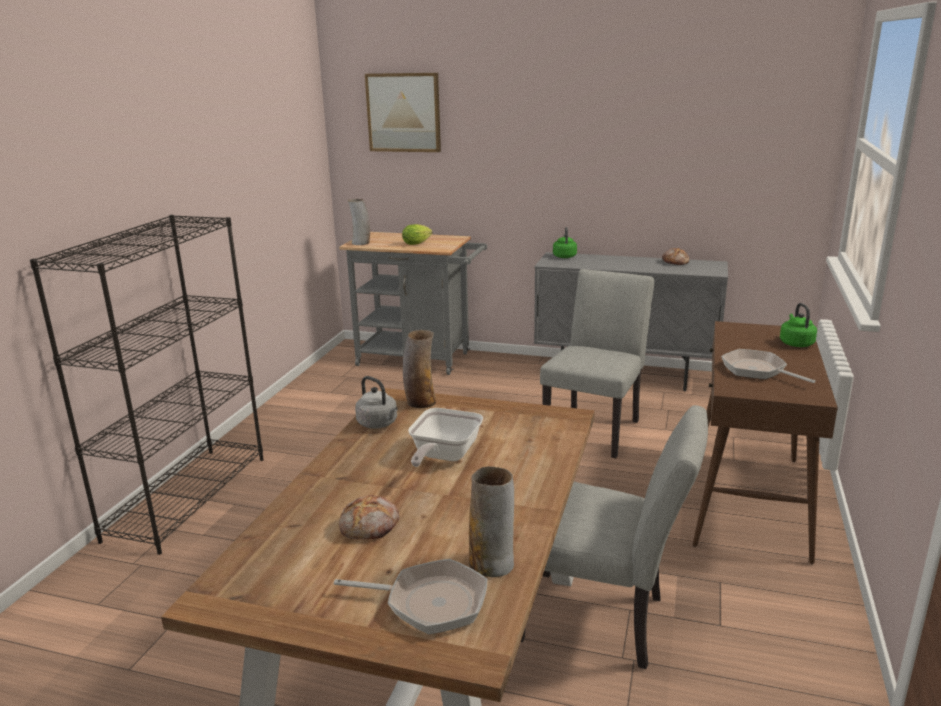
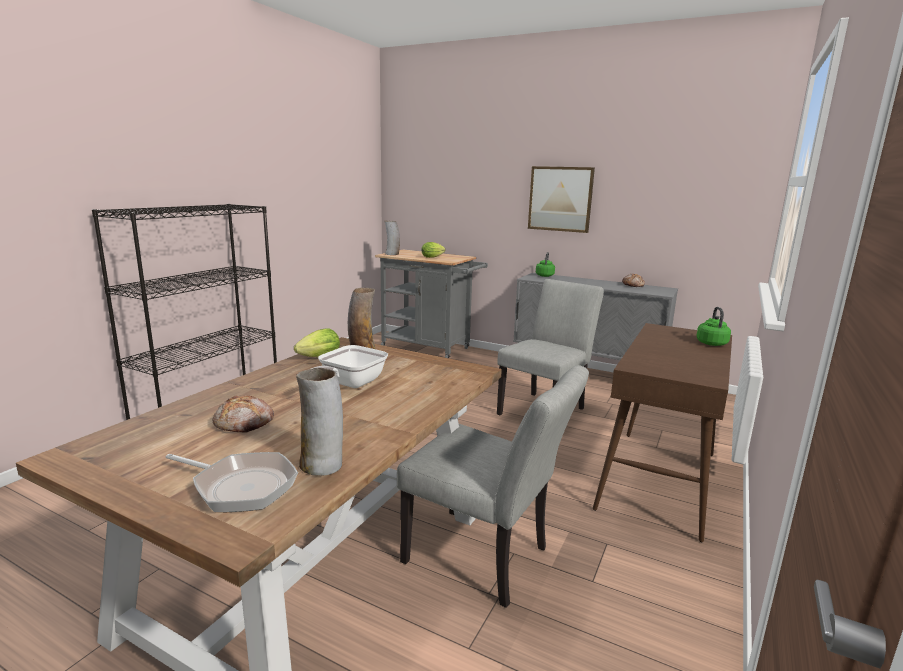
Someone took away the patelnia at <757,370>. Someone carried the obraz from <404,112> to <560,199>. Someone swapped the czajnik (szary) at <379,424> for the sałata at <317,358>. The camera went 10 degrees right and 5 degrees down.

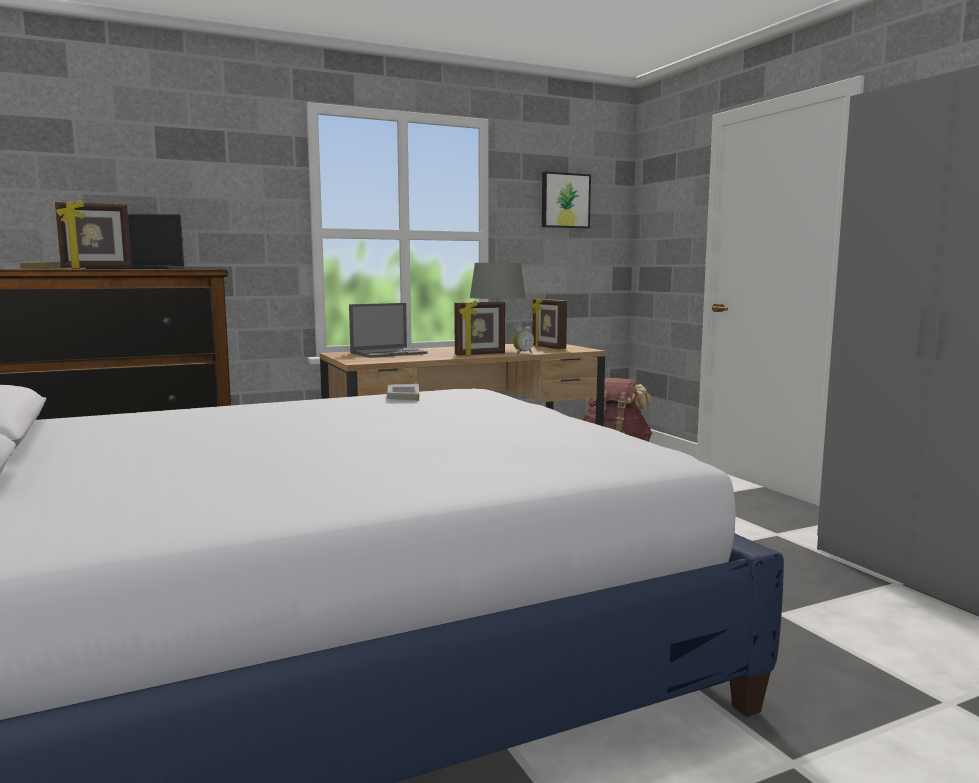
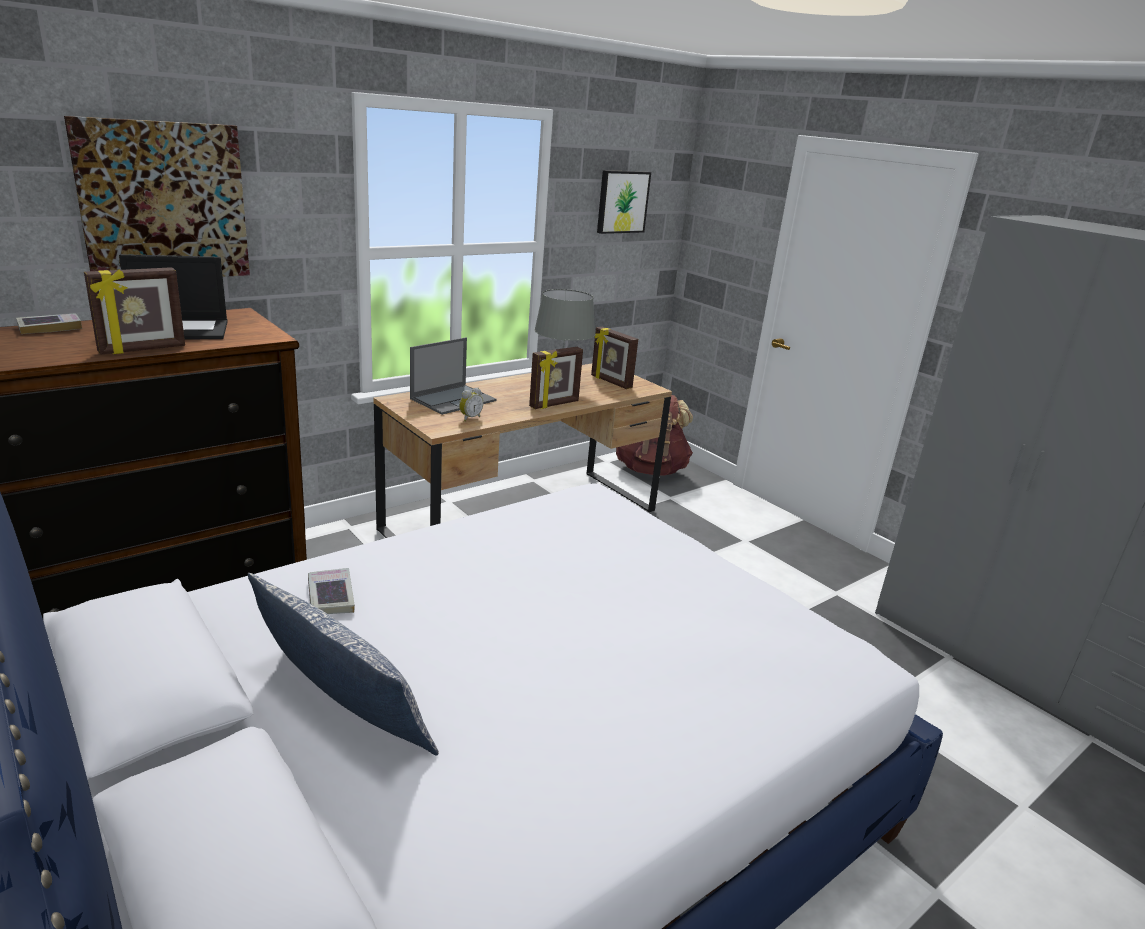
Someone put up the obraz at <164,202>. Someone put down the poduszka at <342,701>. Someone carried the książka from <403,397> to <330,596>. Someone carried the budzik from <522,353> to <469,418>. The camera went 15 degrees left and 15 degrees up.

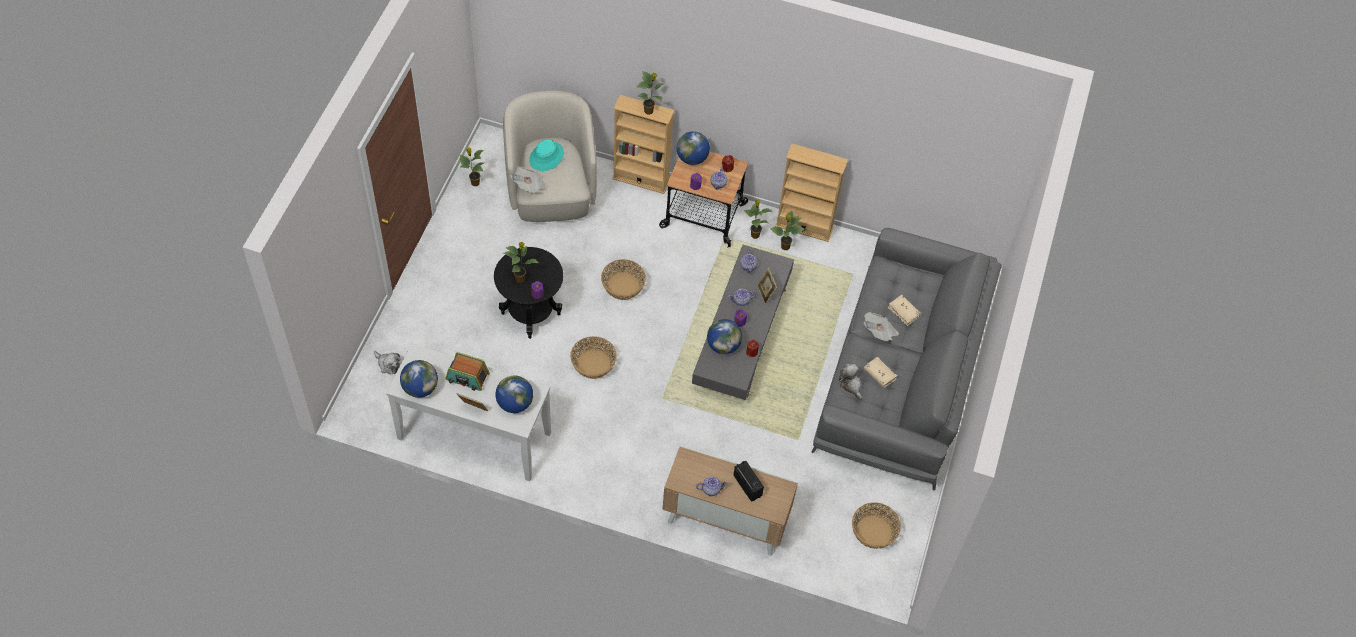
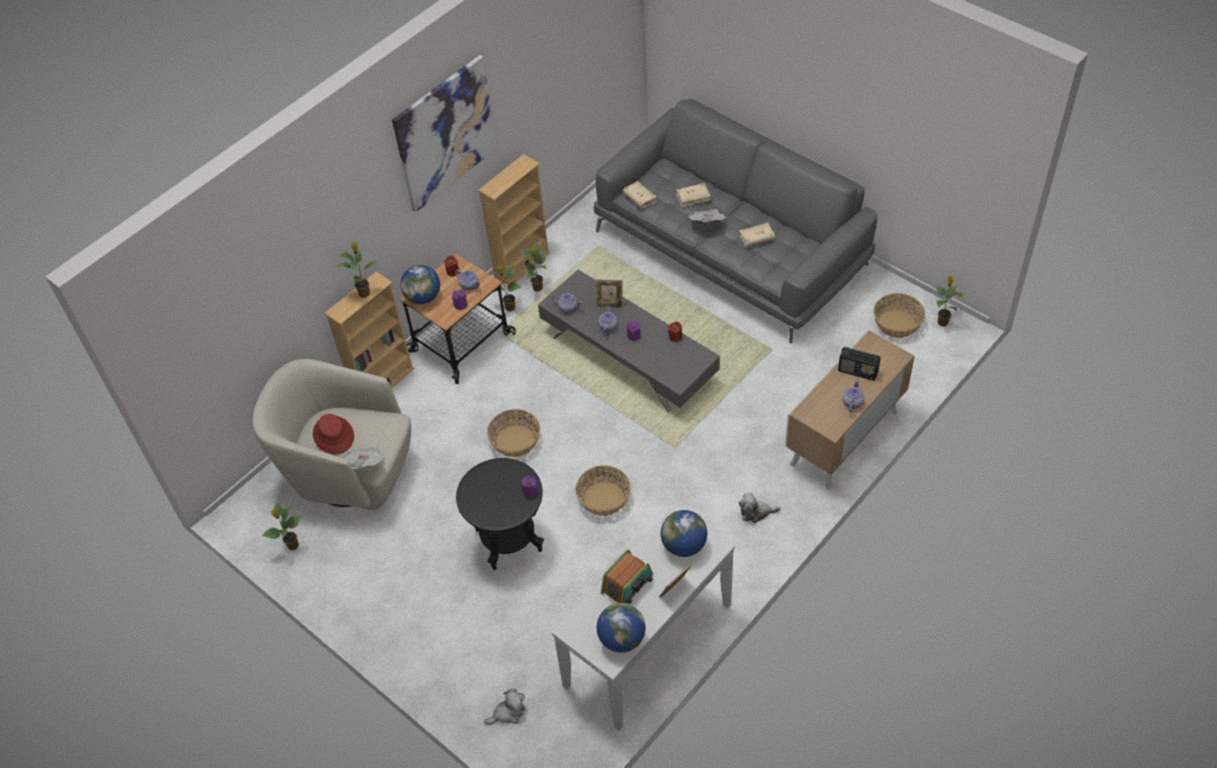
Someone took away the globus at <723,346>. Someone put up the obraz at <445,133>. Someone put down the książka (beżowy) at <639,198>. Someone carried the roślina doniczkowa from <521,278> to <942,322>. Someone carried the pluszak from <850,385> to <756,512>. Someone repainted the kapelusz (turkusowy) at <546,157>, which became the kapelusz (czerwony) at <333,435>. Someone rotated the radio at <747,485> by 150 degrees counterclockwise. The camera went 60 degrees left and 5 degrees down.

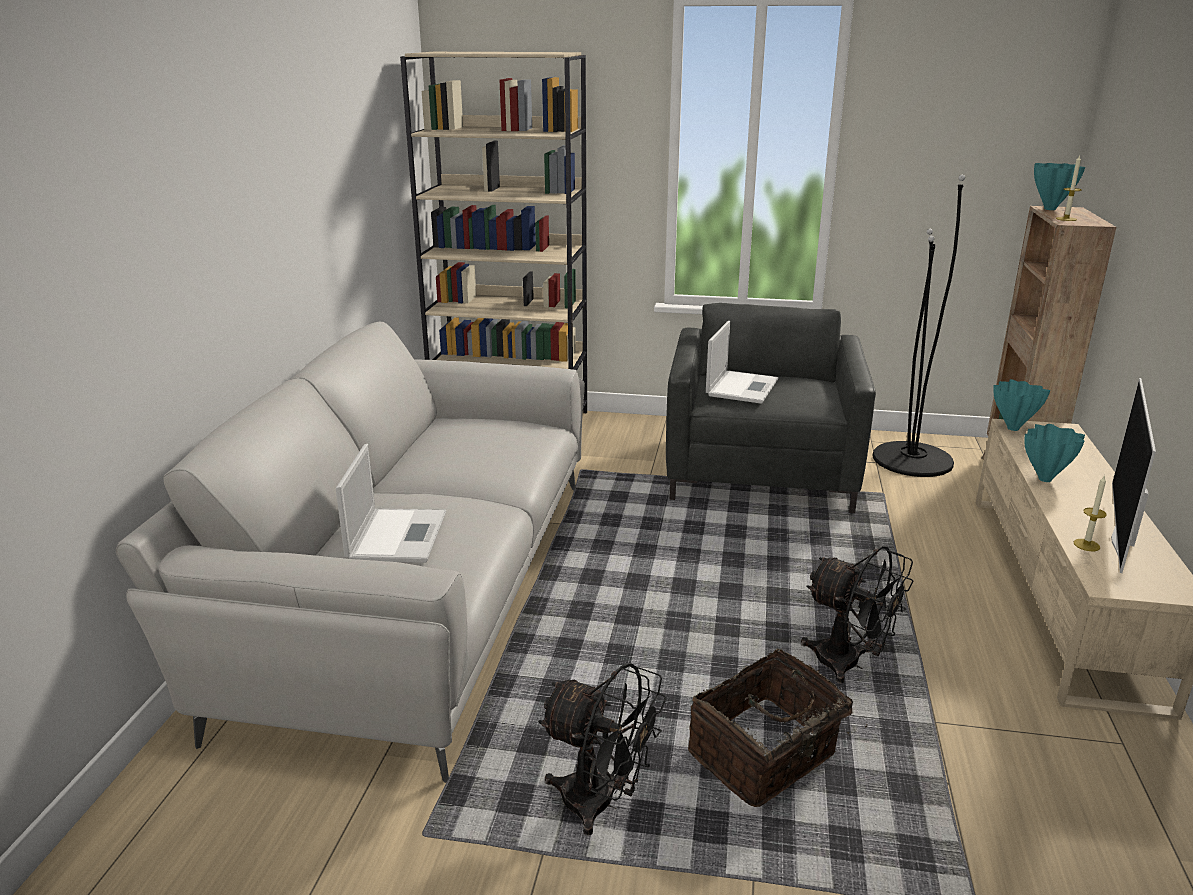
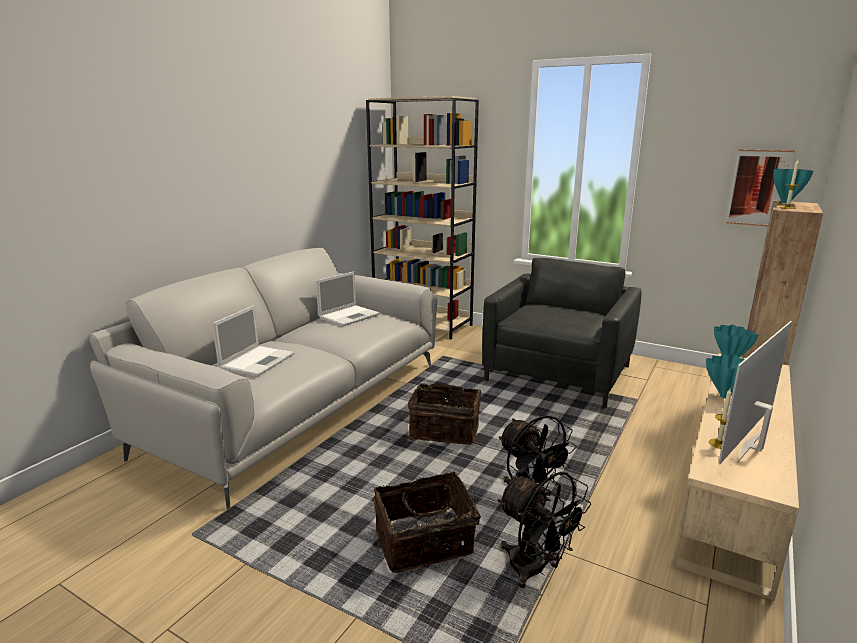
Someone took away the lampa stojąca (czarny) at <912,459>. Someone put down the koszyk at <445,430>. Someone put up the obraz at <758,188>. Someone carried the wentylator (czarny) from <601,804> to <535,570>. Someone carried the laptop from <742,387> to <350,315>. The camera went 20 degrees right and 5 degrees down.

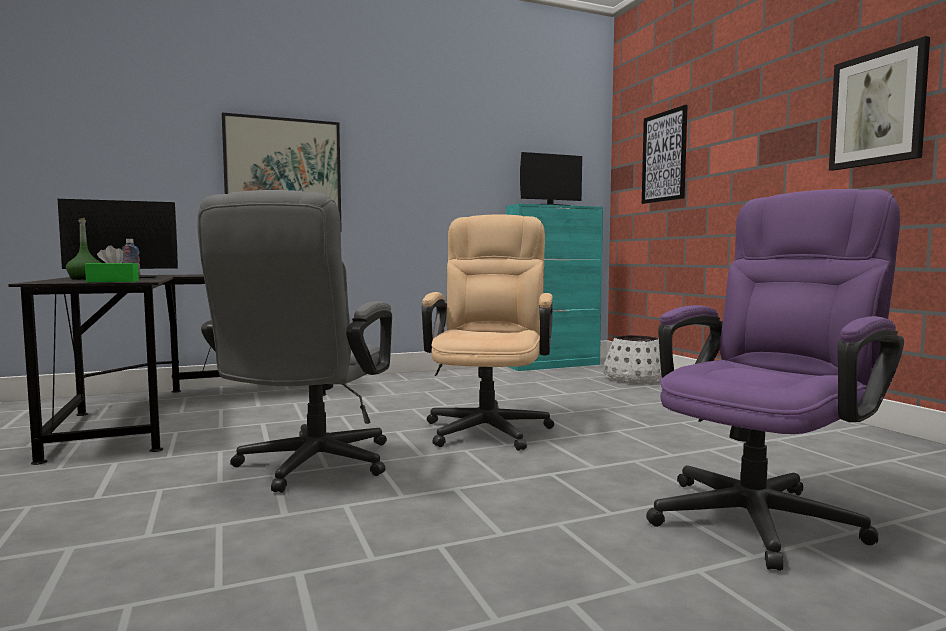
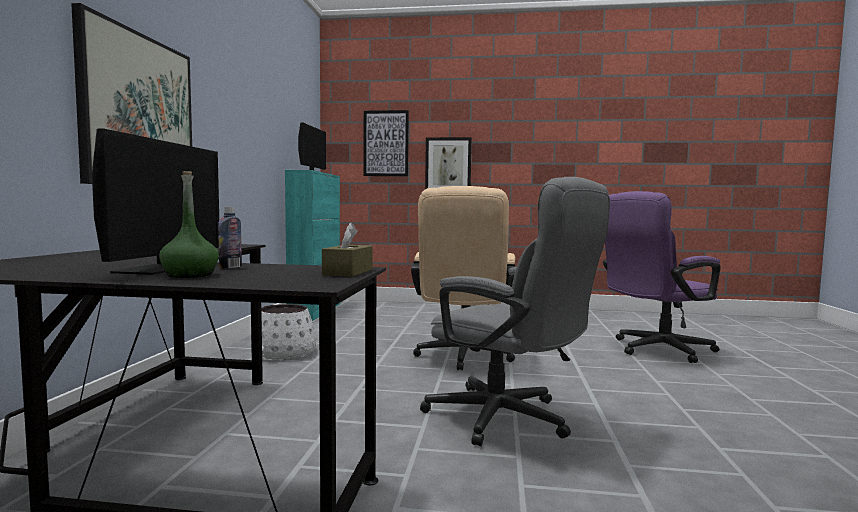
Someone carried the donica (biały) from <635,379> to <284,352>. Someone carried the obraz from <877,108> to <448,165>. Someone repainted the pudełko chusteczek (zielony) at <113,281>, which became the pudełko chusteczek (brązowy) at <348,272>. Someone rotated the krzesło biurowe (beżowy) at <489,427> by 120 degrees counterclockwise. Someone rotated the krzesło biurowe (fioletowy) at <763,513> by 105 degrees counterclockwise. The camera went 60 degrees left and 0 degrees up.

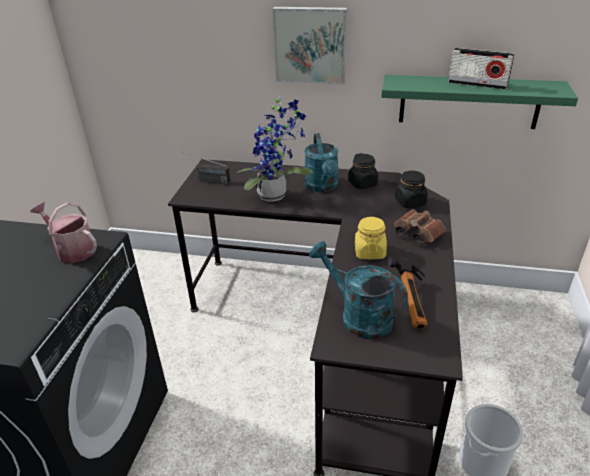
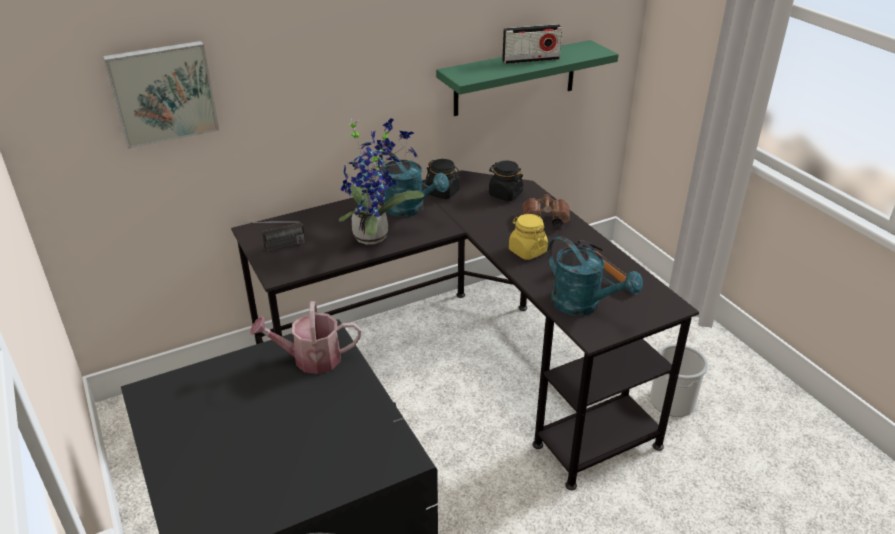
Someone carried the obraz from <310,45> to <163,93>. Someone rotated the konewka (turkusowy) at <358,316> by 135 degrees counterclockwise. The camera went 40 degrees left and 0 degrees up.

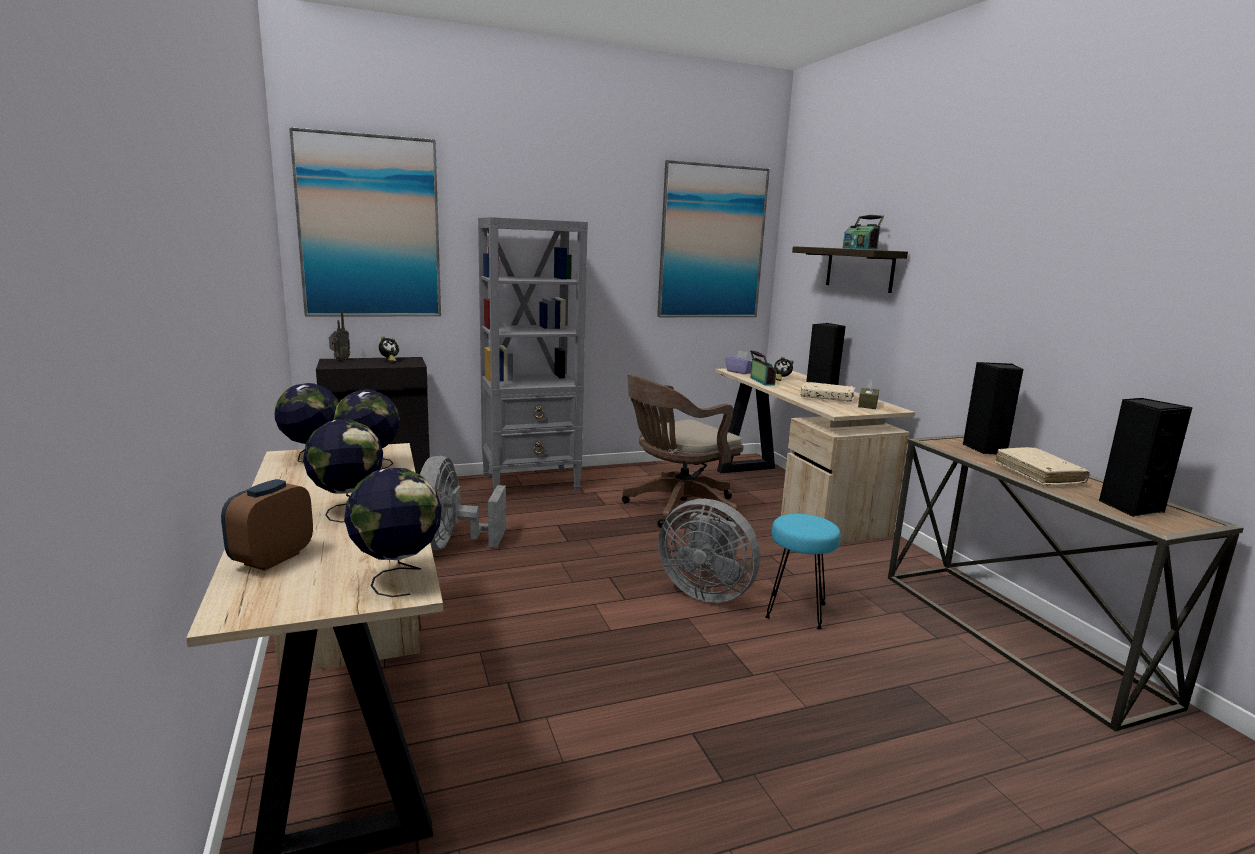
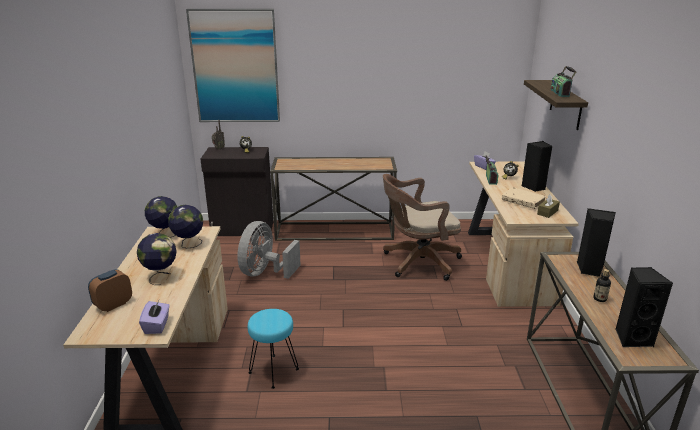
Someone took away the obraz at <712,242>. Someone took away the wentylator (szary) at <706,591>. Someone carried the stołek (turkusowy) from <796,611> to <274,371>. Someone swapped the globus at <397,578> for the pudełko chusteczek (fioletowy) at <157,325>. Someone swapped the regał (szary) at <531,484> for the stolik konsolowy at <335,231>. Someone swapped the książka (beżowy) at <1038,474> for the butelka at <599,299>. The camera went 20 degrees right and 10 degrees up.

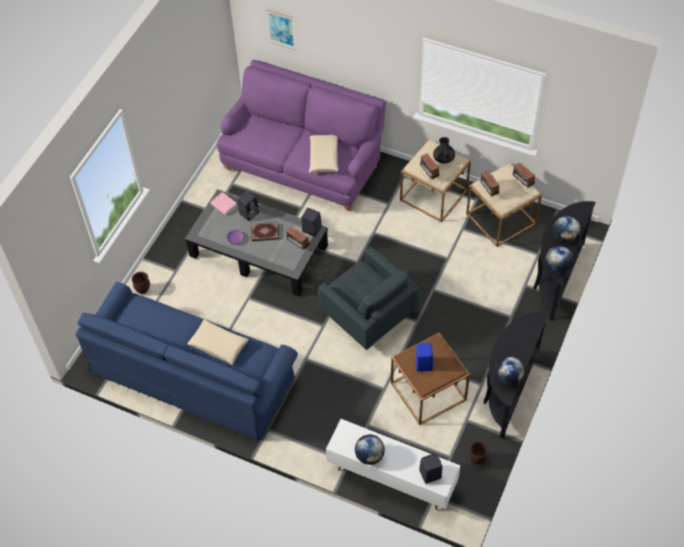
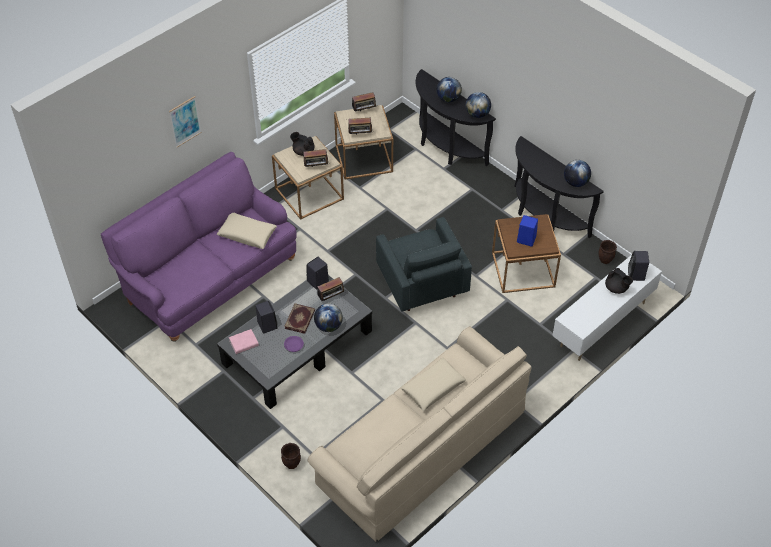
Someone put down the imbryk (czarny) at <616,288>. Someone carried the obraz from <281,29> to <185,121>. Someone carried the globus from <369,456> to <328,326>. Someone repainted the kanapa (niebieski) at <192,373>, which became the kanapa (beżowy) at <421,447>. Someone rotated the fotel (szary) at <368,316> by 90 degrees clockwise. The camera went 70 degrees left and 5 degrees down.

